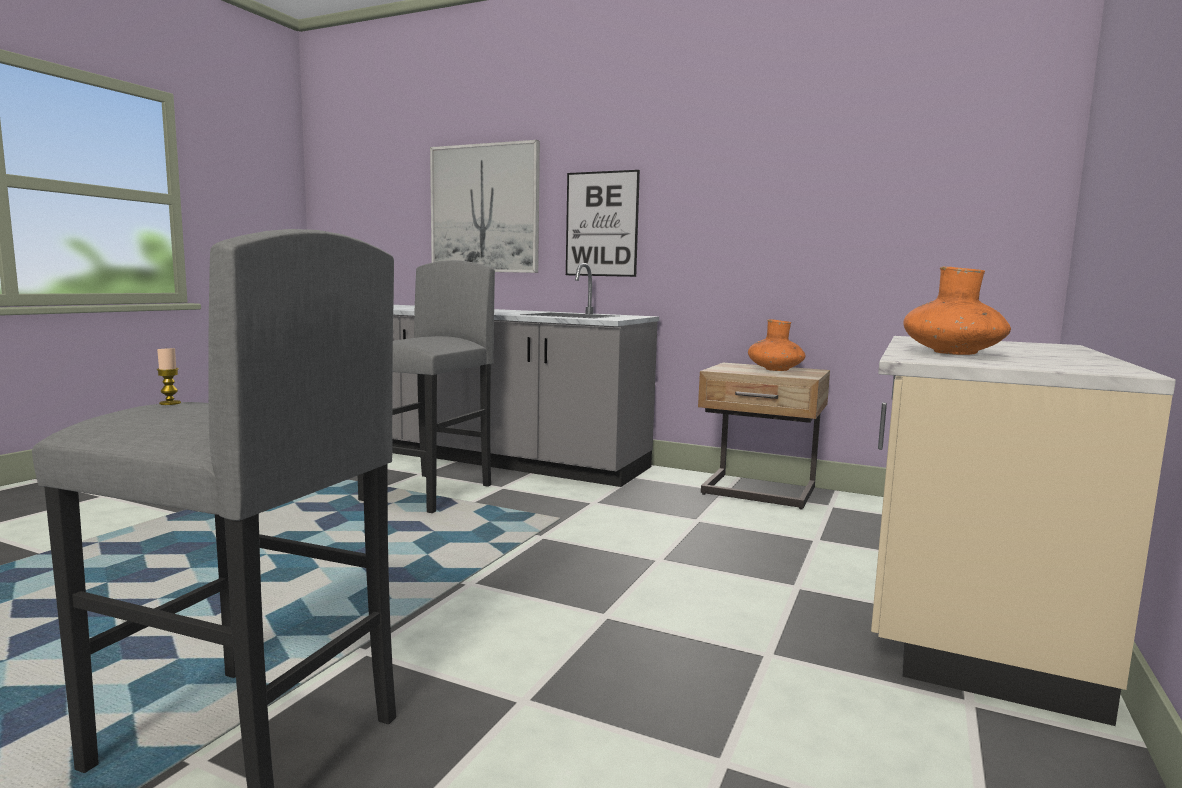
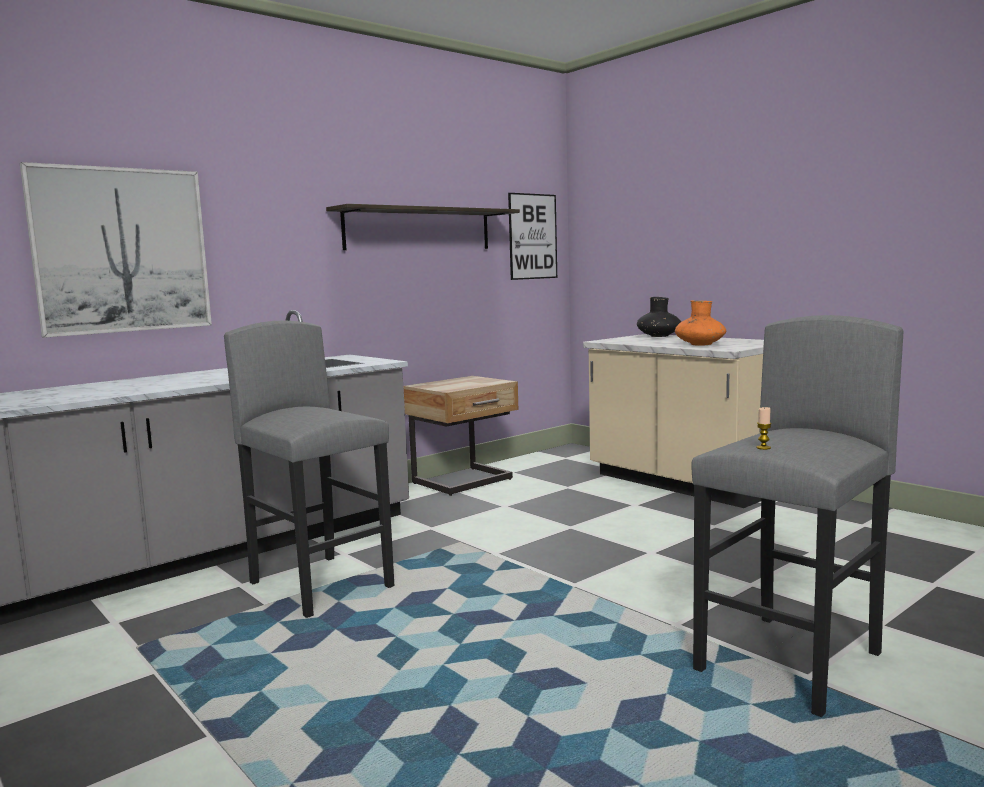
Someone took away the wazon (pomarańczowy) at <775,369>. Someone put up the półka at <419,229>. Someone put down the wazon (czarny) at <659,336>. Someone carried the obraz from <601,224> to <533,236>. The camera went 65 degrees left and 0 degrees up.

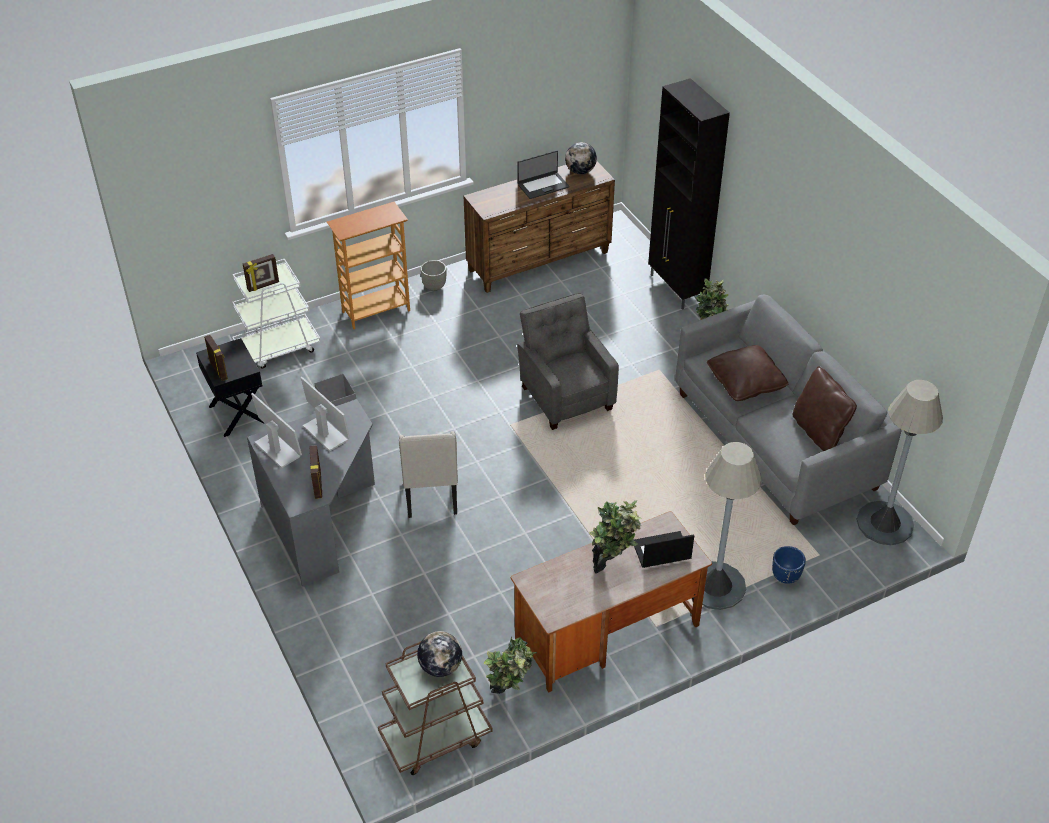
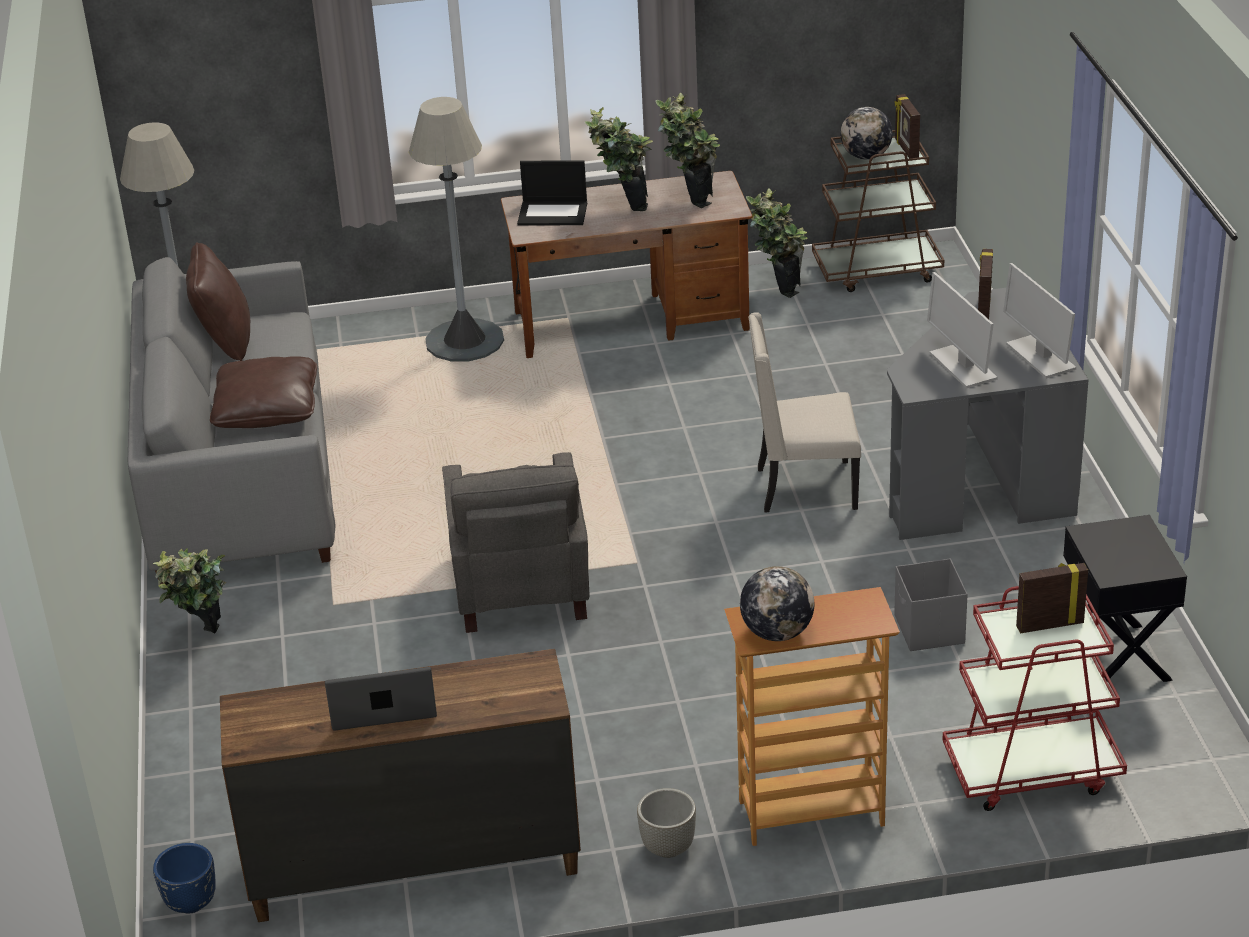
Someone took away the szafka (czarny) at <677,289>. Someone put down the roślina doniczkowa at <689,199>. Someone carried the ramka na zdjęcie from <219,370> to <906,149>. Someone carried the globus from <580,171> to <777,632>. Someone carried the donica (niebieski) from <785,577> to <190,903>. Someone repainted the wózek (biały) at <278,347>, which became the wózek (czerwony) at <1031,771>. Someone rotated the krzesło (beżowy) at <431,496> by 105 degrees counterclockwise. The camera went 160 degrees left and 10 degrees down.

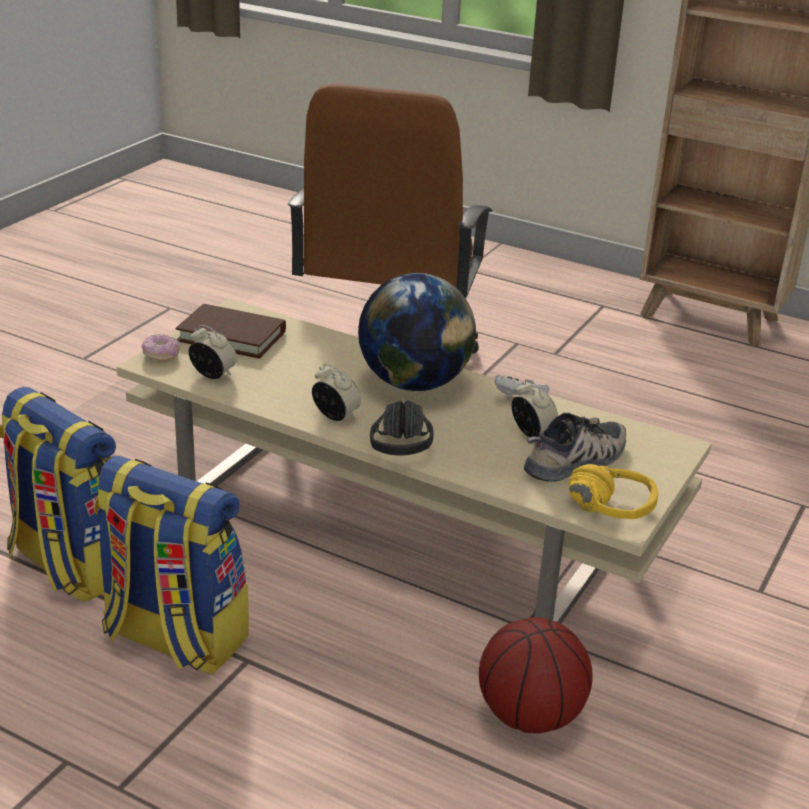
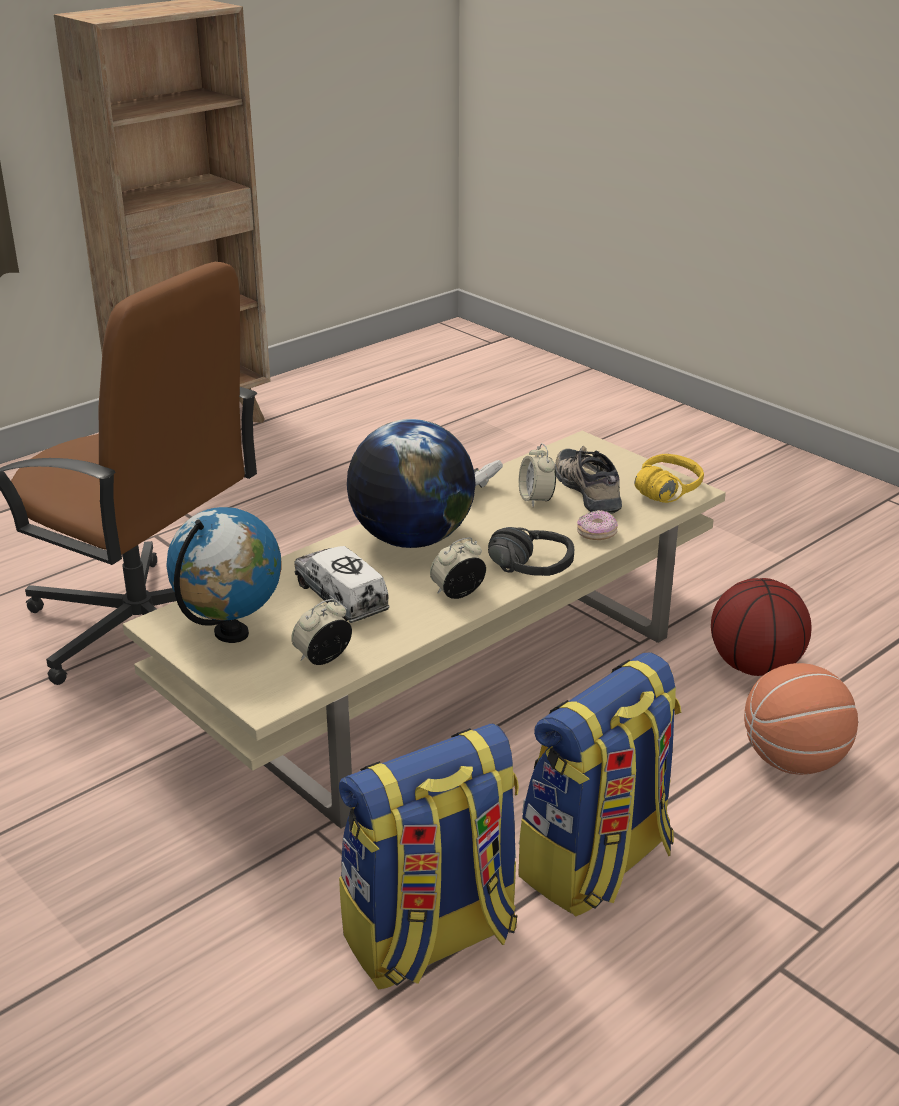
Someone put down the ciężarówka zabawkowa at <341,597>. Someone put down the piłka do koszykówki at <794,760>. Someone carried the donut from <161,355> to <596,534>. Someone swapped the książka (brązowy) at <231,336> for the globus at <231,634>. Someone rotated the budzik at <532,433> by 90 degrees counterclockwise. The camera went 70 degrees left and 0 degrees up.

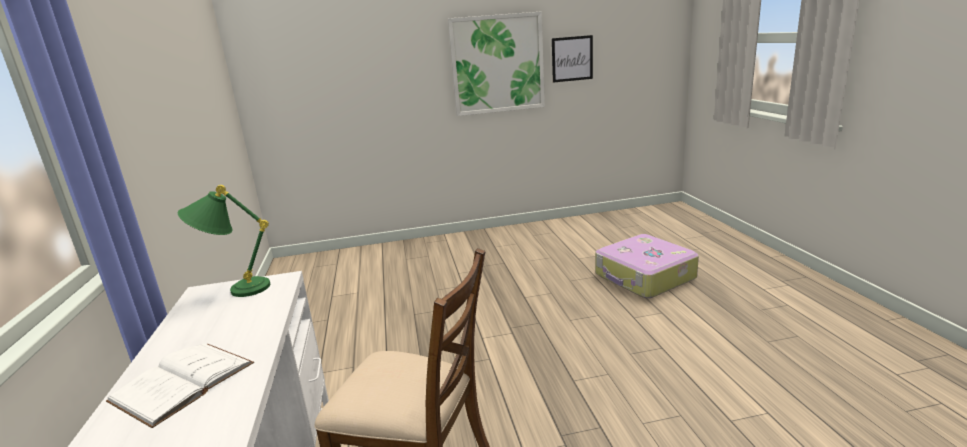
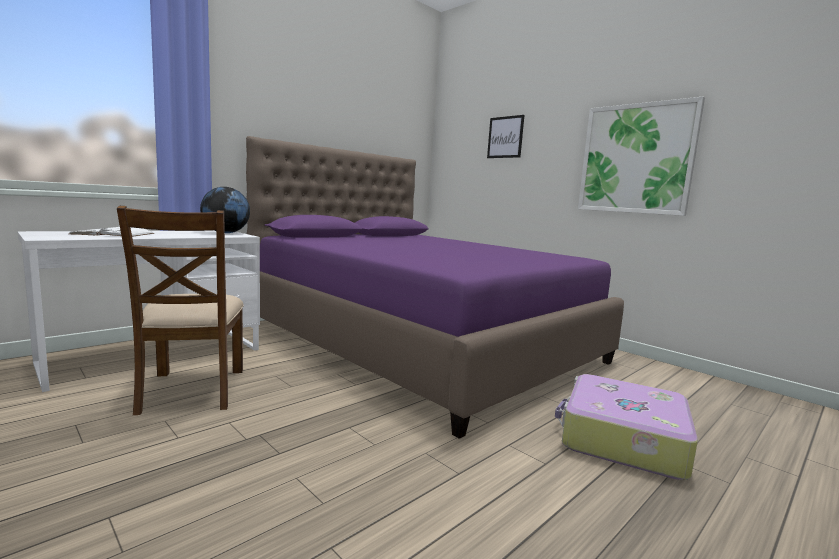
Someone put down the łóżko (fioletowy) at <420,342>. Someone carried the obraz from <572,58> to <505,137>. Someone swapped the lampa stołowa (zielony) at <236,290> for the globus at <226,233>. The camera went 55 degrees right and 10 degrees down.

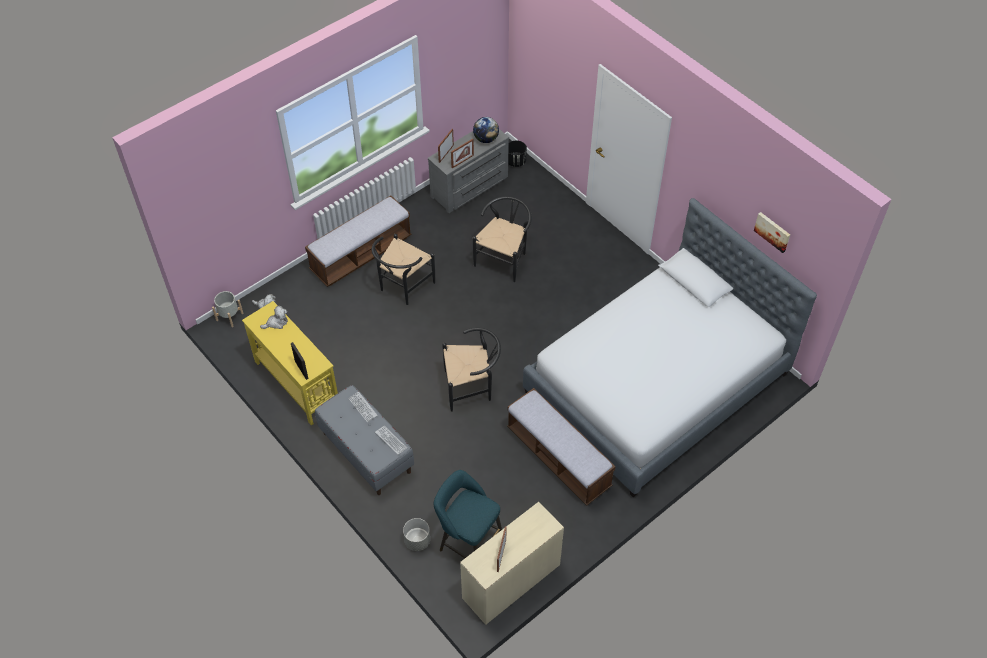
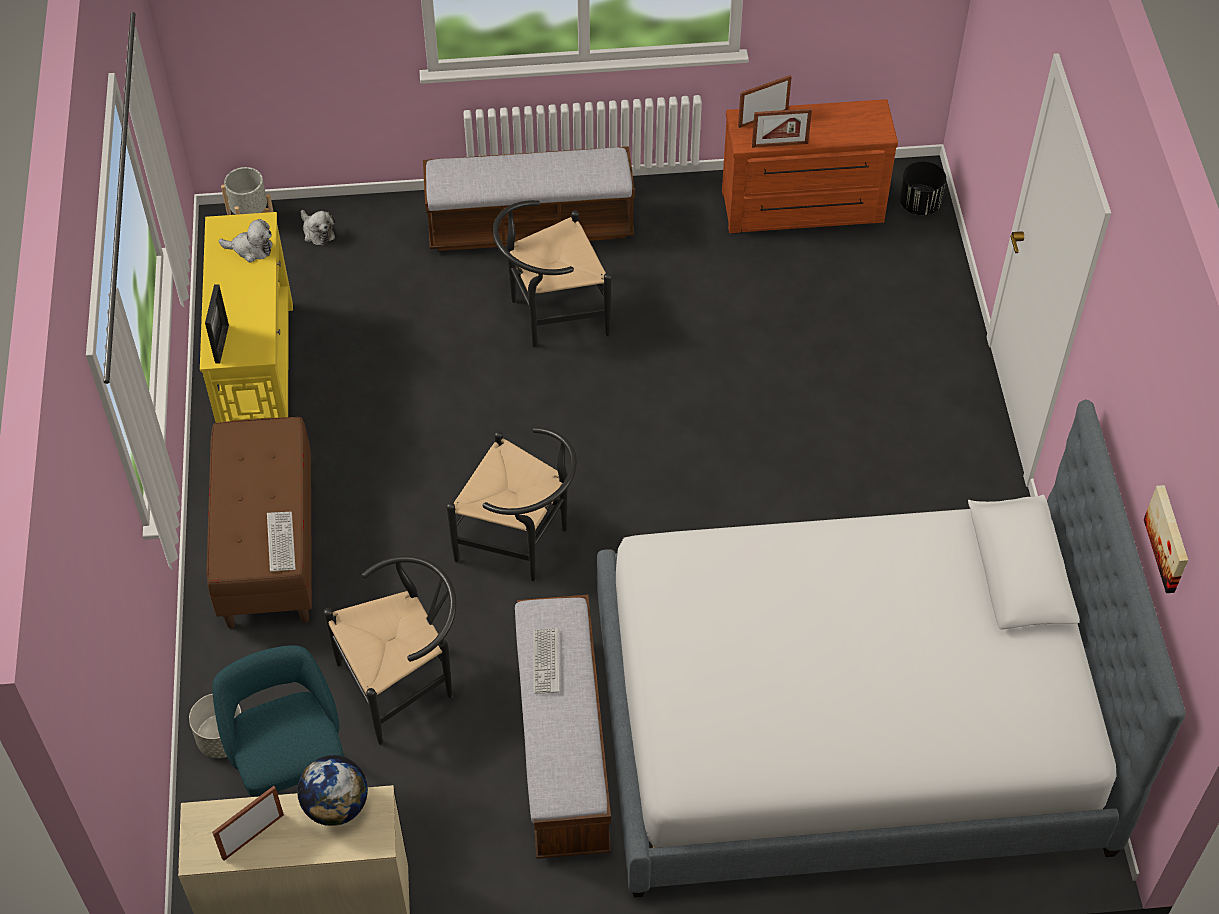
Someone carried the klawiatura from <363,407> to <546,661>. Someone carried the krzesło (czarny) from <504,258> to <405,682>. Someone carried the globus from <486,139> to <336,806>. Someone repainted the ławka (szary) at <366,452>, which became the ławka (brązowy) at <268,547>. Someone repainted the komoda (szary) at <471,187>, which became the komoda (brązowy) at <803,209>. The camera went 35 degrees right and 0 degrees up.

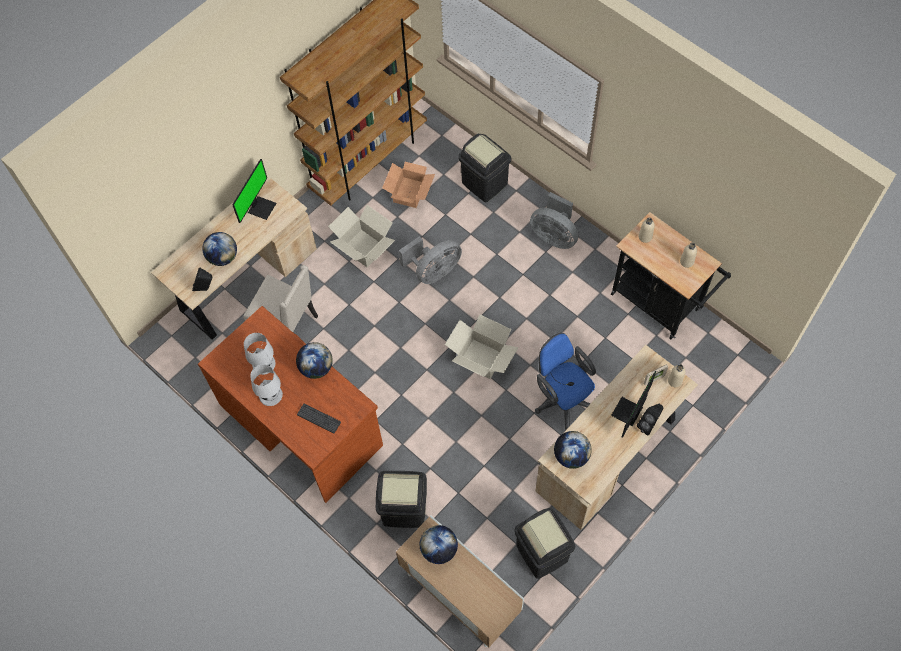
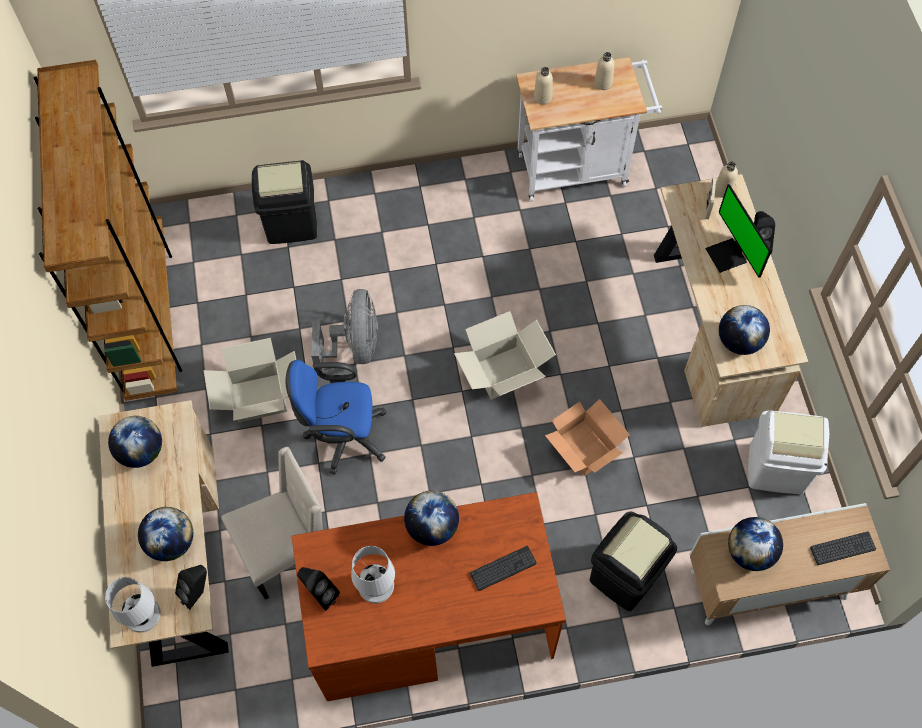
Someone took away the wentylator (szary) at <554,236>. Someone put down the głośnik (czarny) at <319,594>. Someone put down the klawiatura at <842,548>. Someone carried the lampa stołowa (biały) from <270,395> to <142,615>. Someone carried the karton from <409,192> to <584,448>. Someone carried the krzesło biurowe (niebieski) from <562,400> to <342,436>. Someone swapped the monitor at <261,207> for the globus at <141,451>. Someone repainted the kosz na śmieci (czarny) at <542,552>, which became the kosz na śmieci (biały) at <776,468>. Someone repainted the wózek (czarny) at <660,304>, which became the wózek (biały) at <579,168>. The camera went 55 degrees left and 0 degrees up.

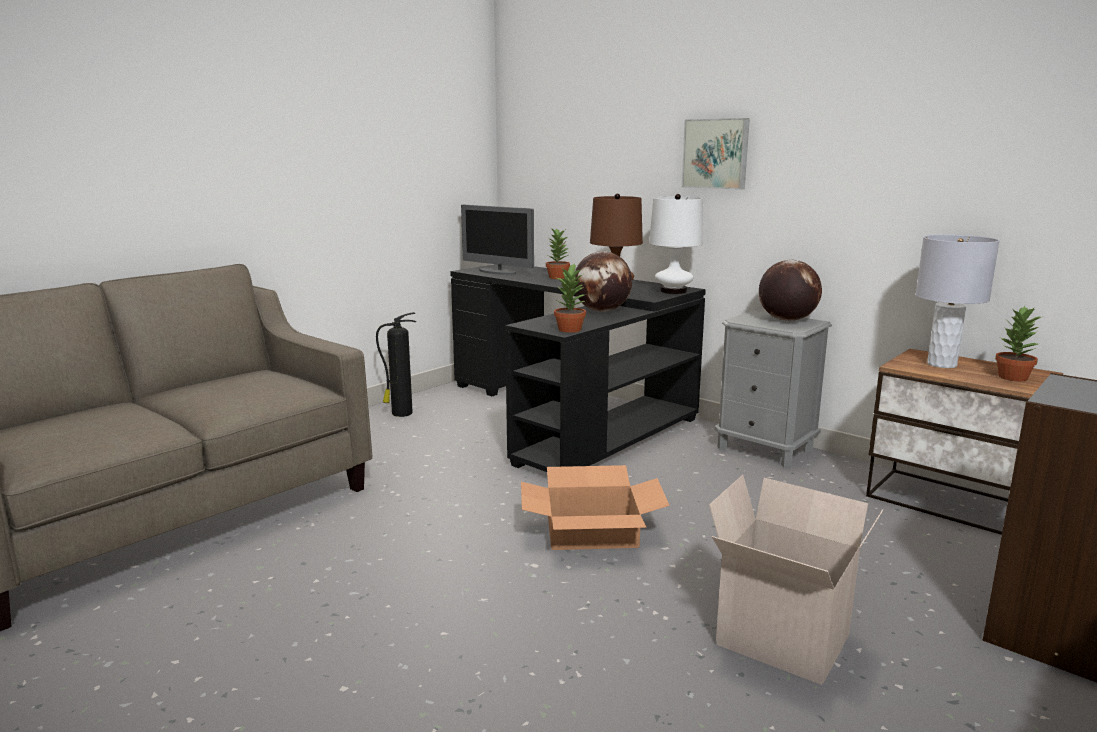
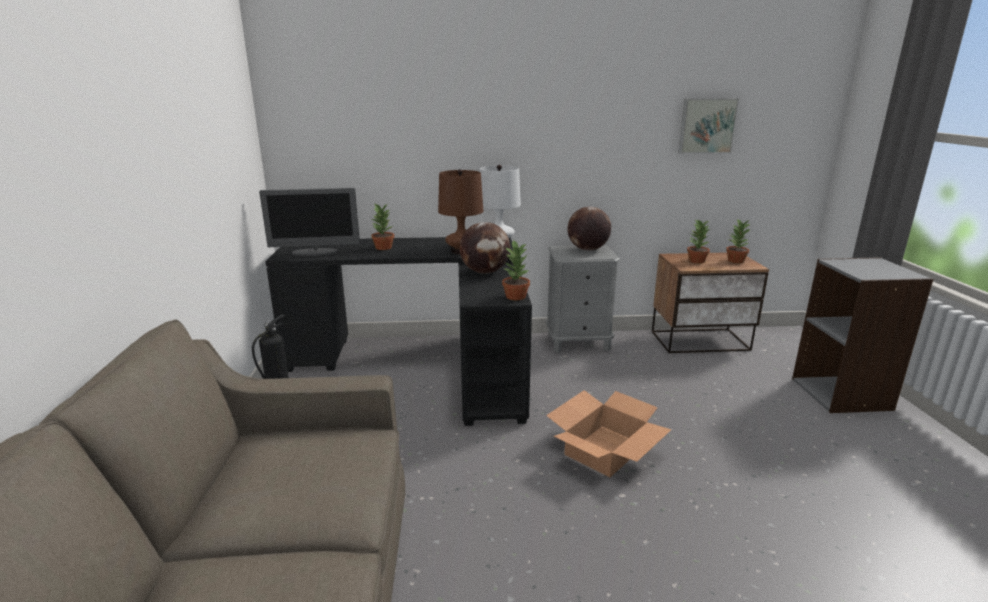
Someone took away the karton at <779,641>. Someone carried the obraz from <716,153> to <706,125>. Someone swapped the lampa stołowa (szary) at <941,364> for the roślina doniczkowa at <696,261>. The camera went 45 degrees left and 5 degrees up.

